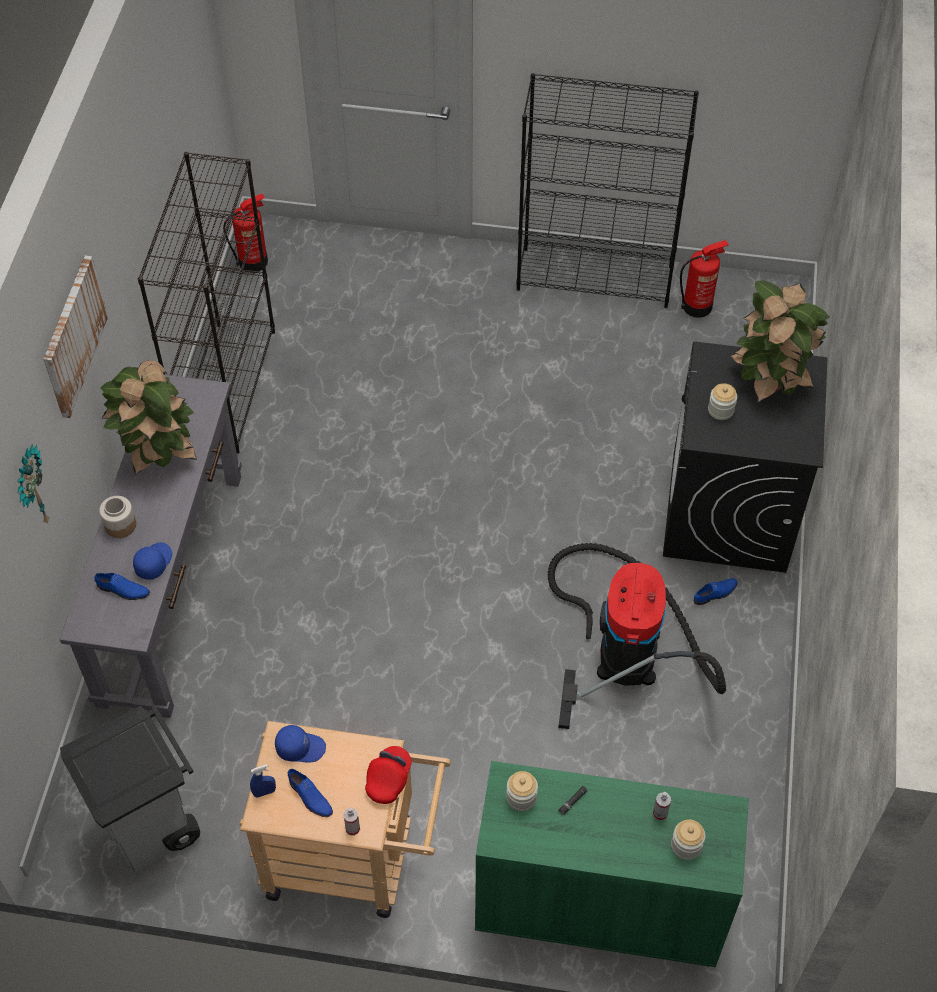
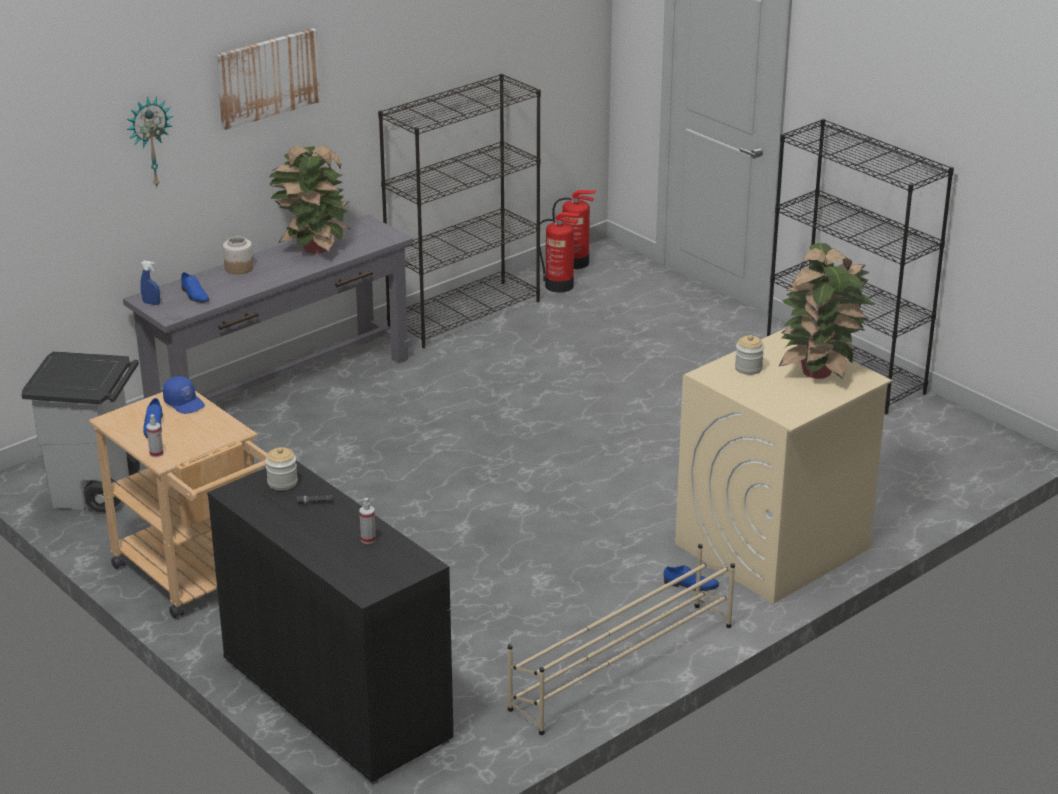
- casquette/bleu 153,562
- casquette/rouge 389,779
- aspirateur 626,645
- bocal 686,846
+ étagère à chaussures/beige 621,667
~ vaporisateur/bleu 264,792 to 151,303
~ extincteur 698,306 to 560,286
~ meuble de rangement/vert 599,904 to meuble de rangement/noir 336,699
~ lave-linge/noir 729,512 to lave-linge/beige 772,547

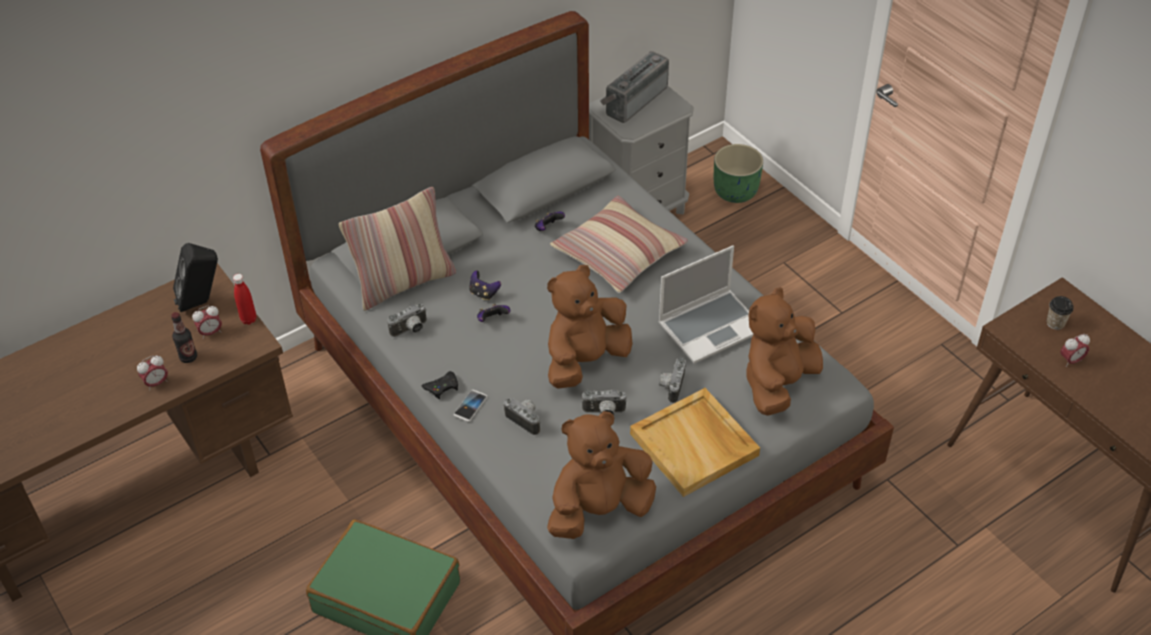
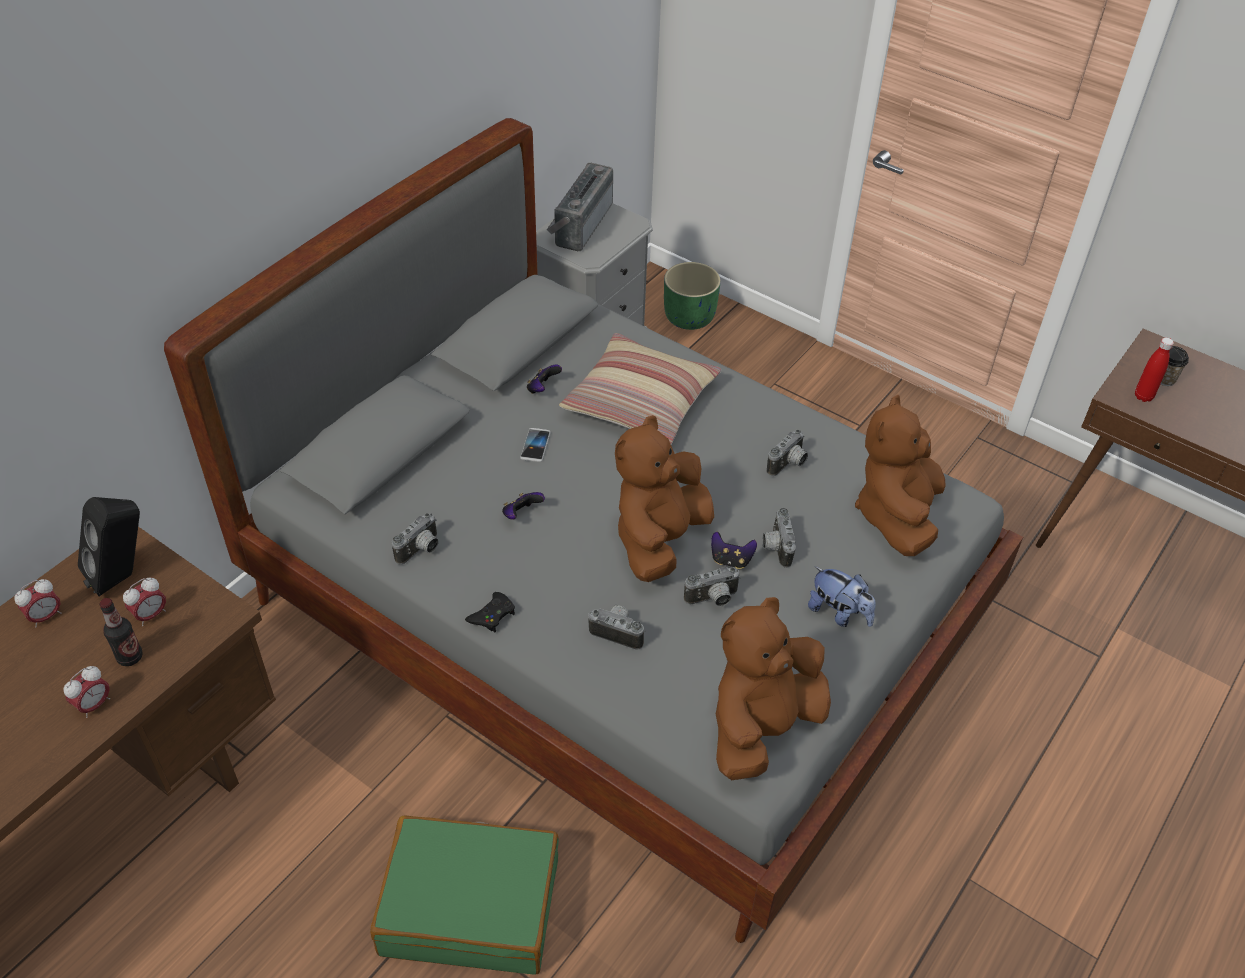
- coussin 403,282
~ bouteille/rouge 248,319 to 1143,396
~ téléphone 470,406 to 535,446
~ manette 484,293 to 731,560
~ réveil 1071,361 to 46,617
~ plateau/beige 695,445 to peluche 839,613
~ ordinateur portable 711,326 to appareil photo 789,464

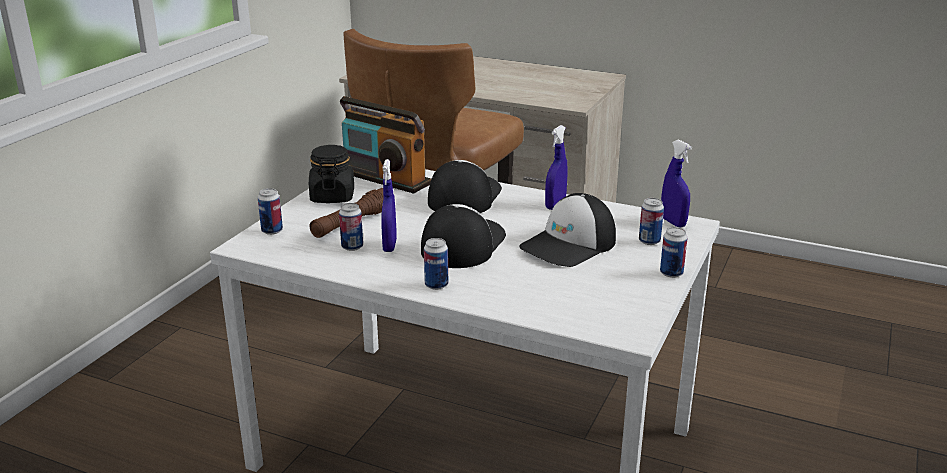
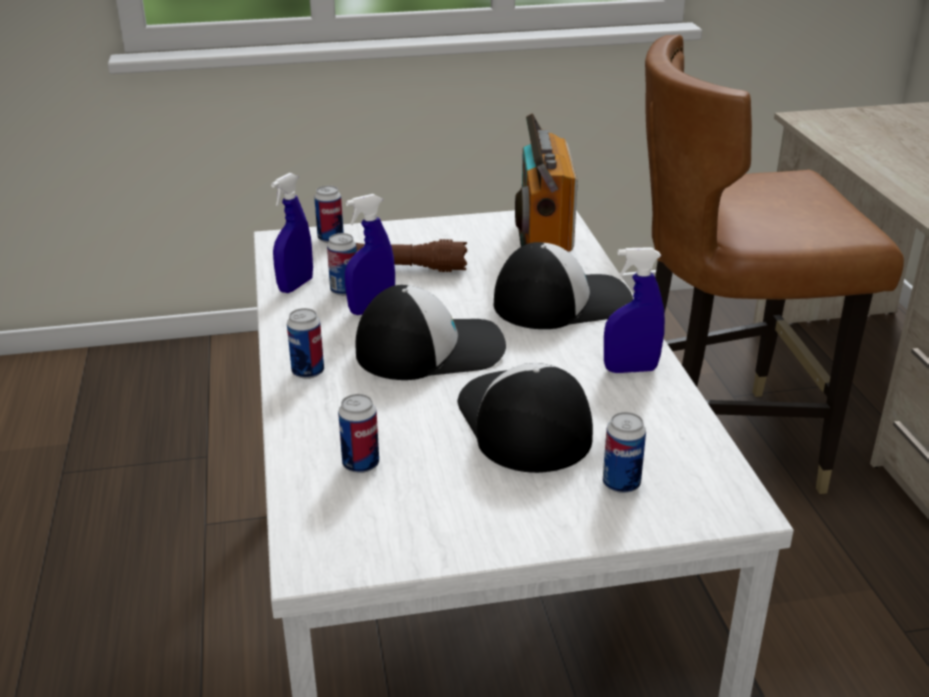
- bocal/noir 332,197
~ boîte métallique 671,273 to 361,464
~ vaporisateur/bleu 673,222 to 296,285
~ casquette 569,245 = 522,422 60 degrees clockwise

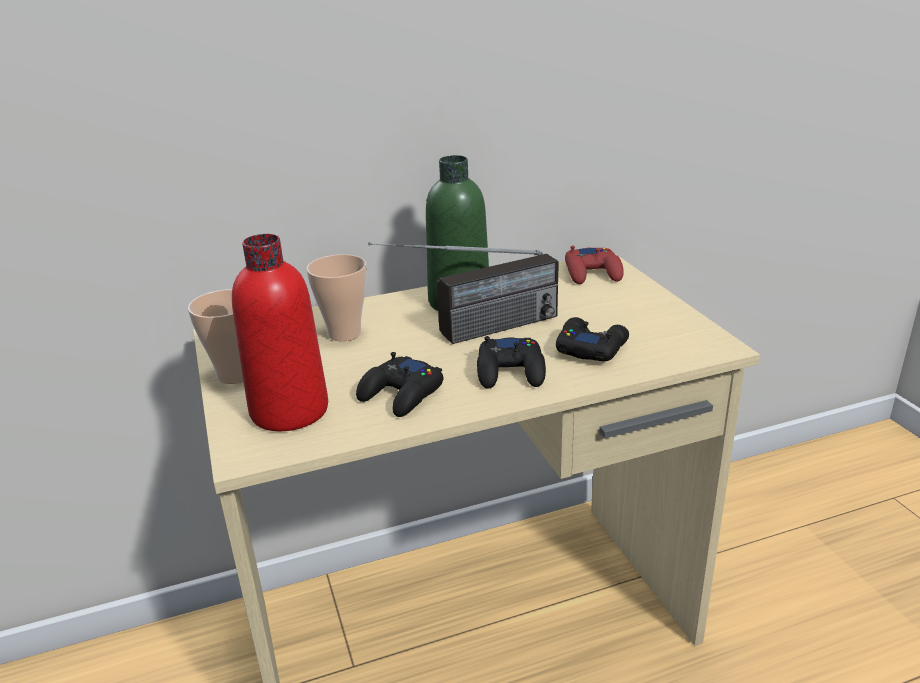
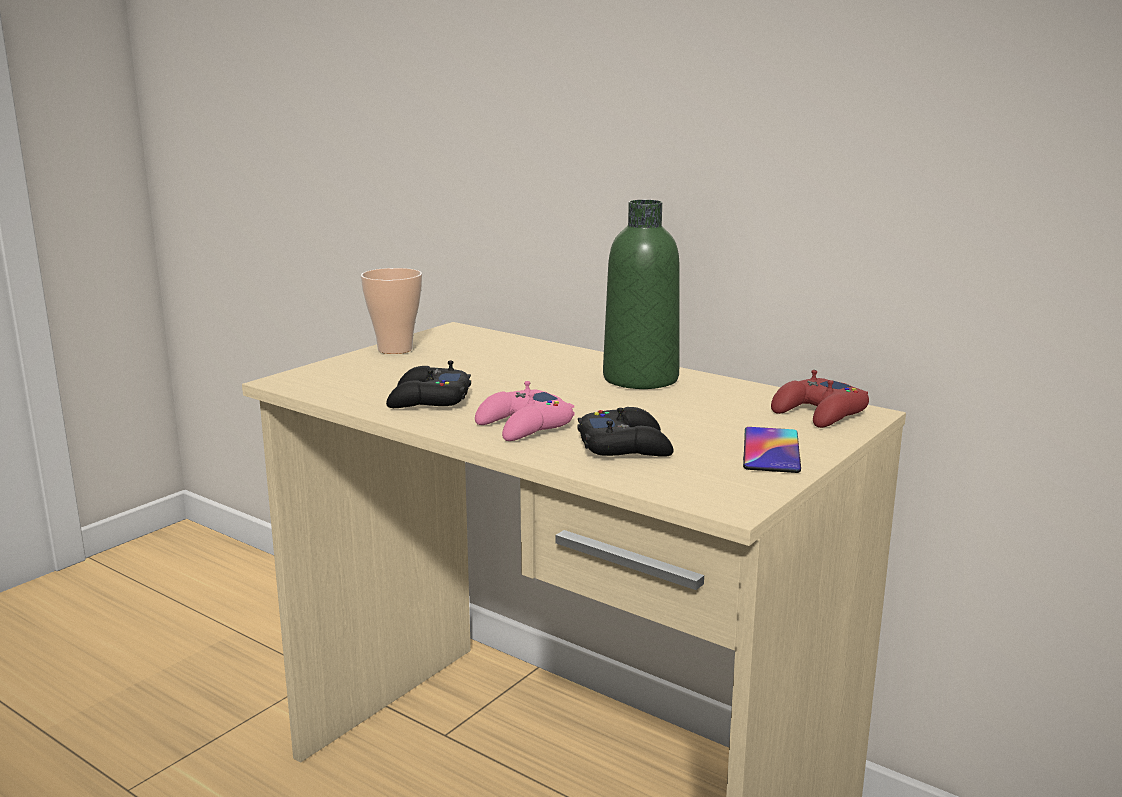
- bouteille/rouge 289,411
- tasse 344,333
- radio 471,333
+ téléphone 771,451
~ manette/noir 511,371 to manette/rose 524,426

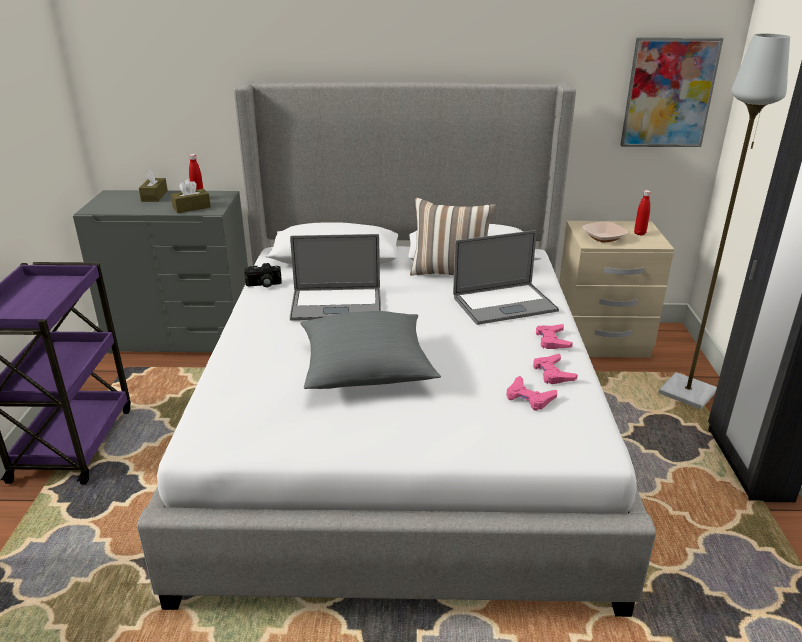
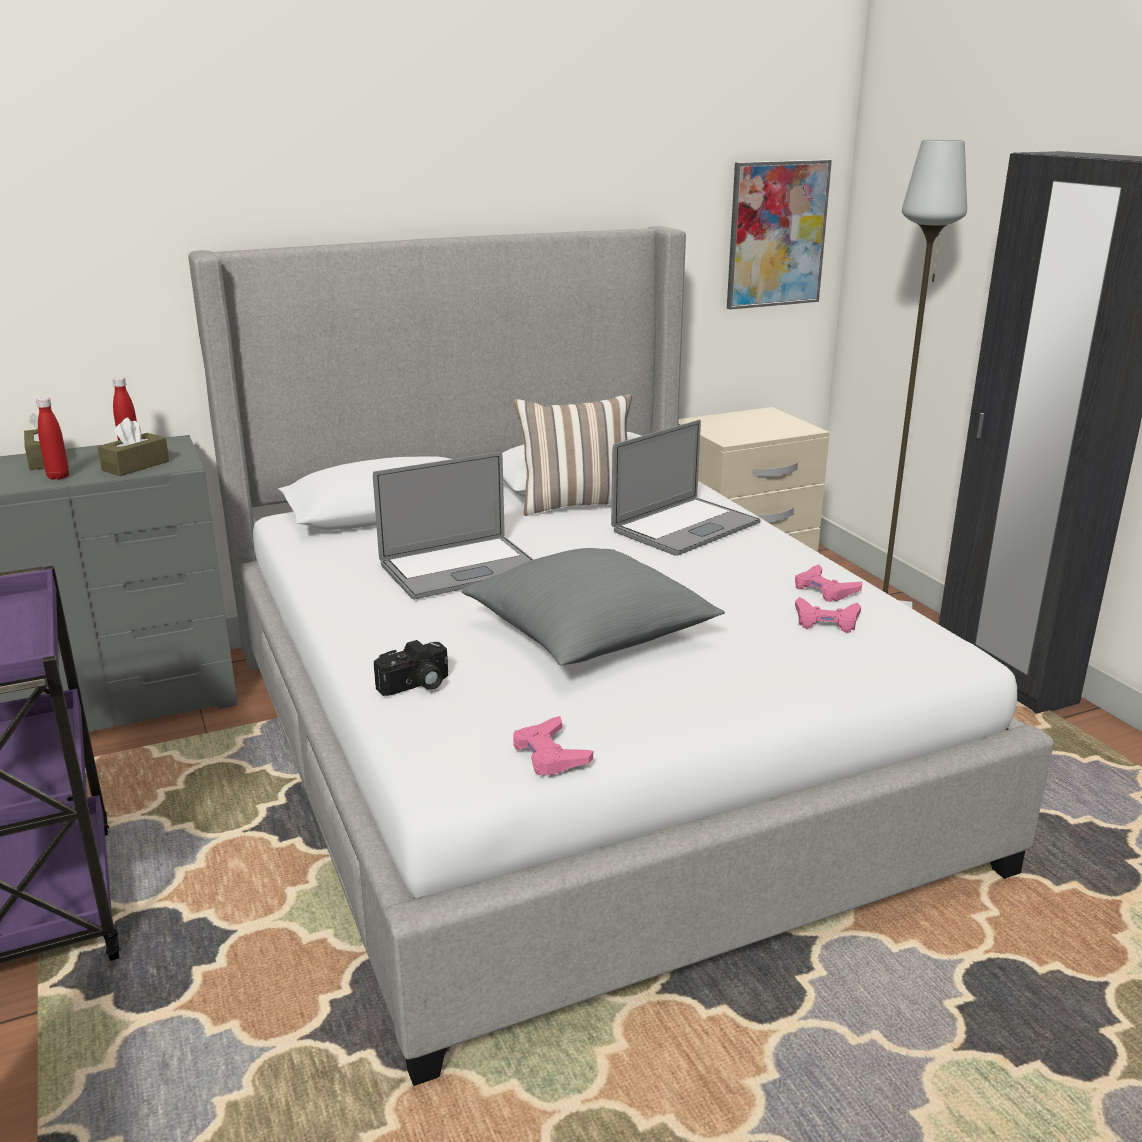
- bol 603,238
~ appareil photo 263,284 to 416,686
~ manette/rose 552,340 to 550,754
~ bouteille/rouge 639,233 to 58,477

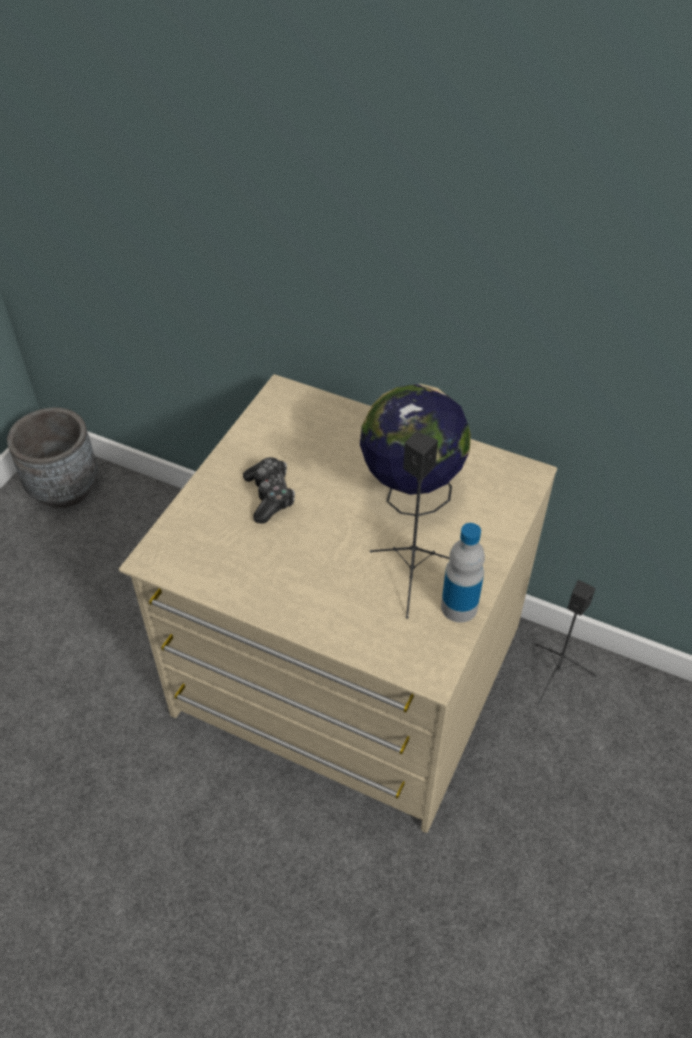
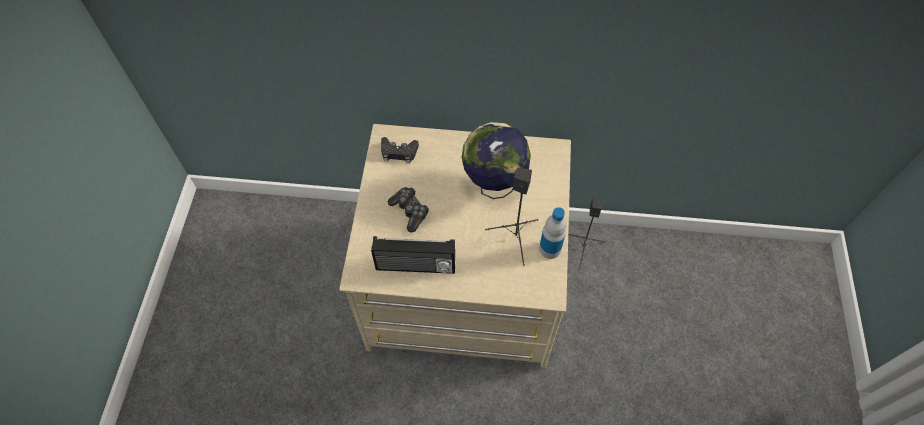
- cache-pot/gris 65,488
+ radio 415,266
+ manette/noir 399,152

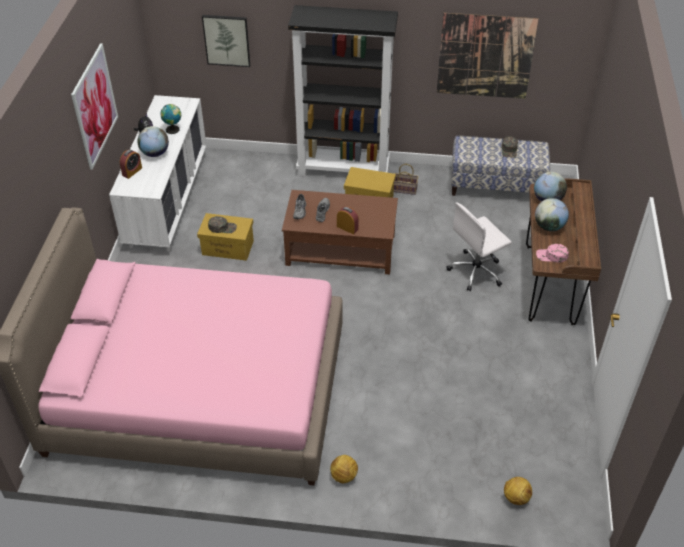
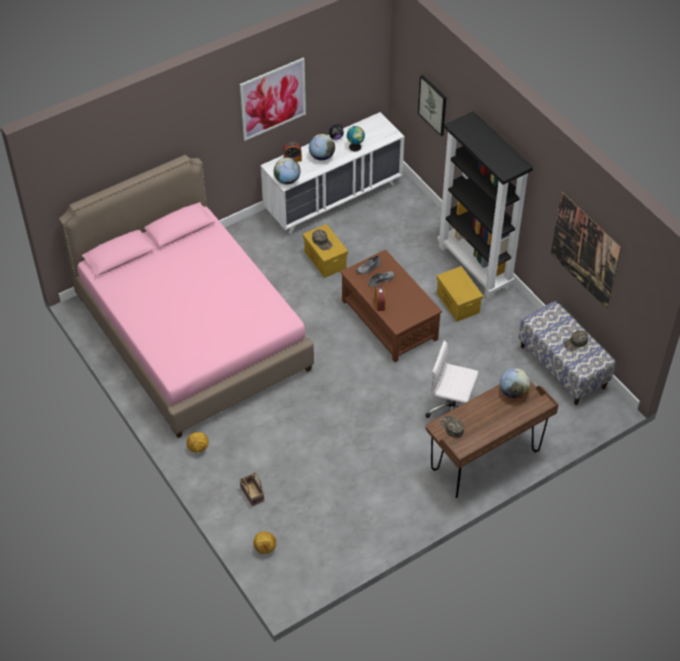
~ panier 405,189 to 253,494
~ globe 549,227 to 287,180
~ casquette/rose 551,256 to casquette/vert 451,427

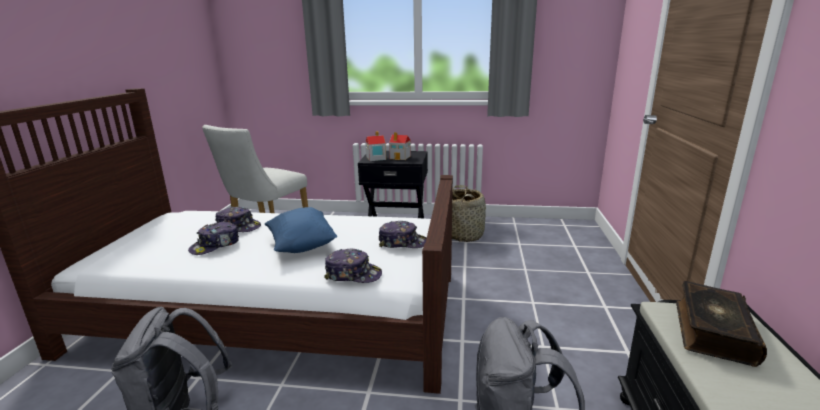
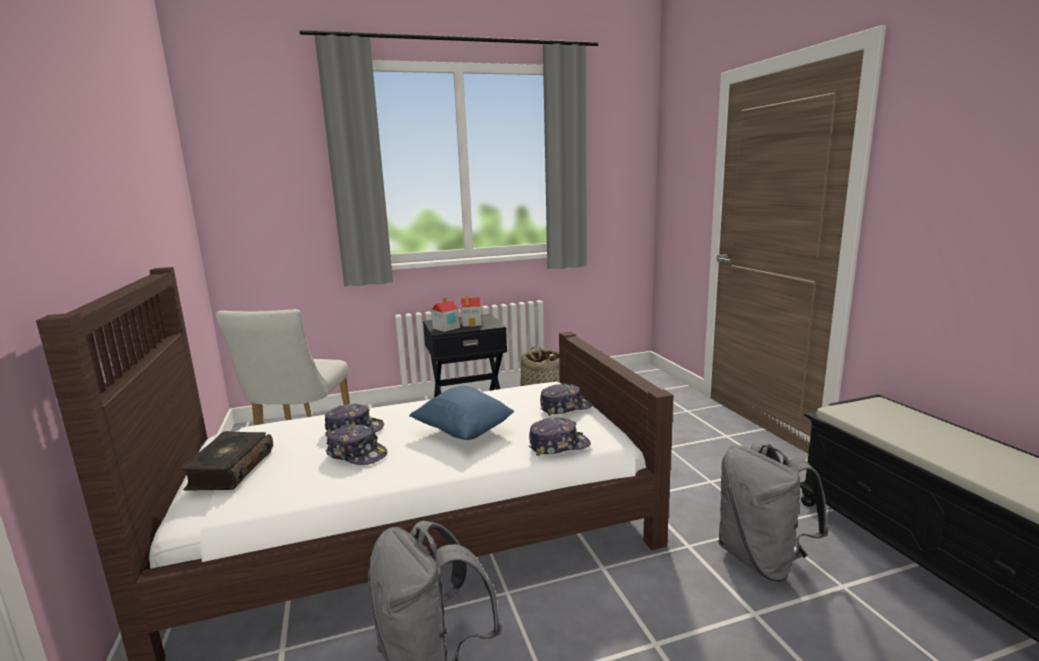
~ livre 712,331 to 230,470
~ casquette 216,246 = 357,454 75 degrees counterclockwise

